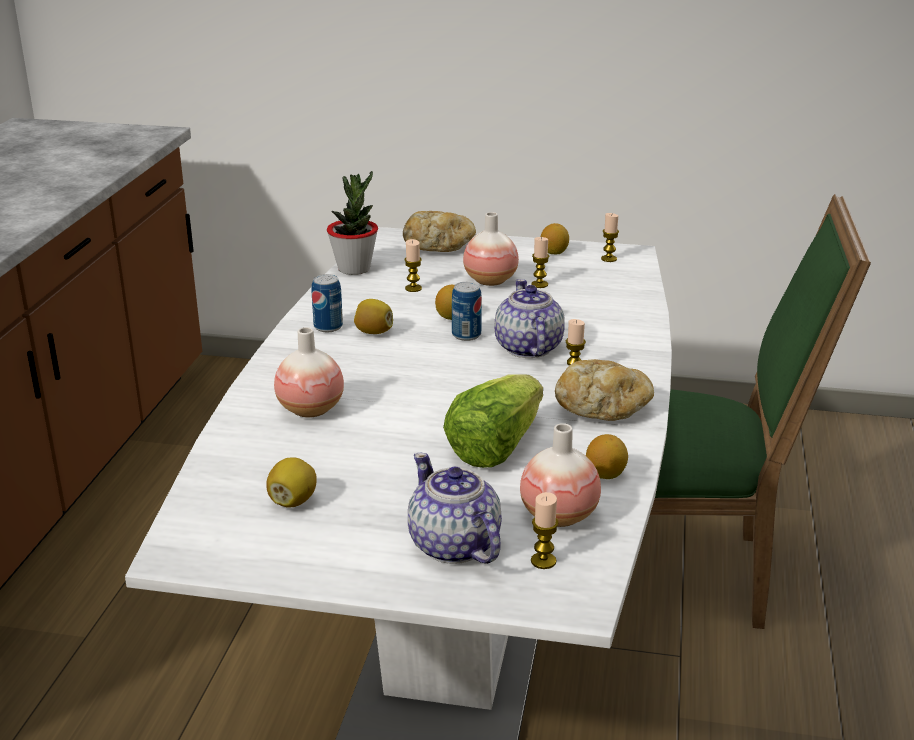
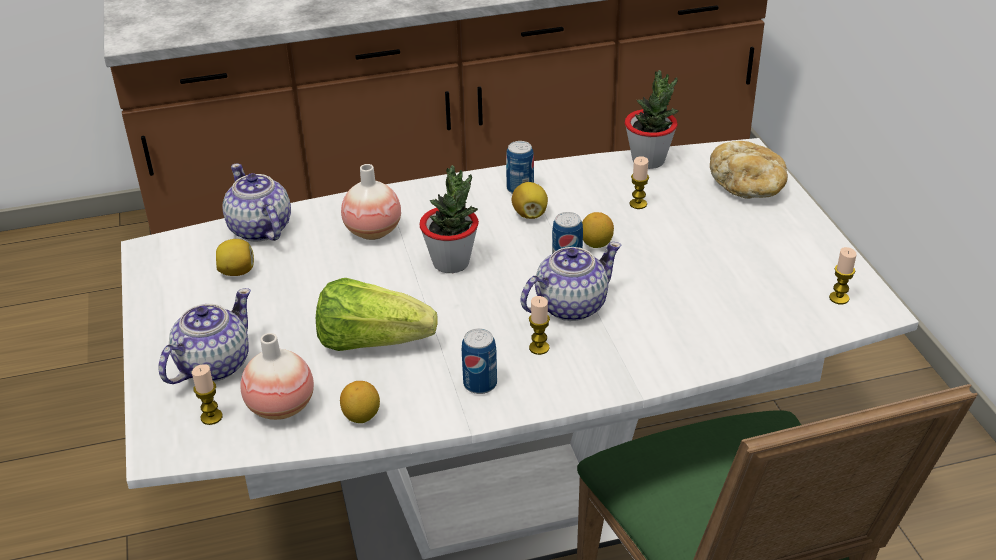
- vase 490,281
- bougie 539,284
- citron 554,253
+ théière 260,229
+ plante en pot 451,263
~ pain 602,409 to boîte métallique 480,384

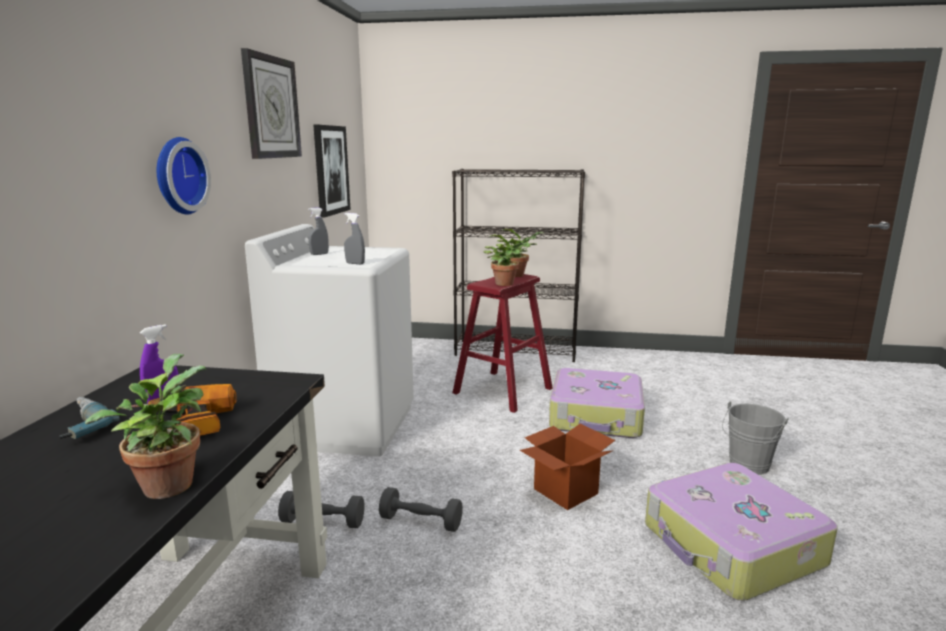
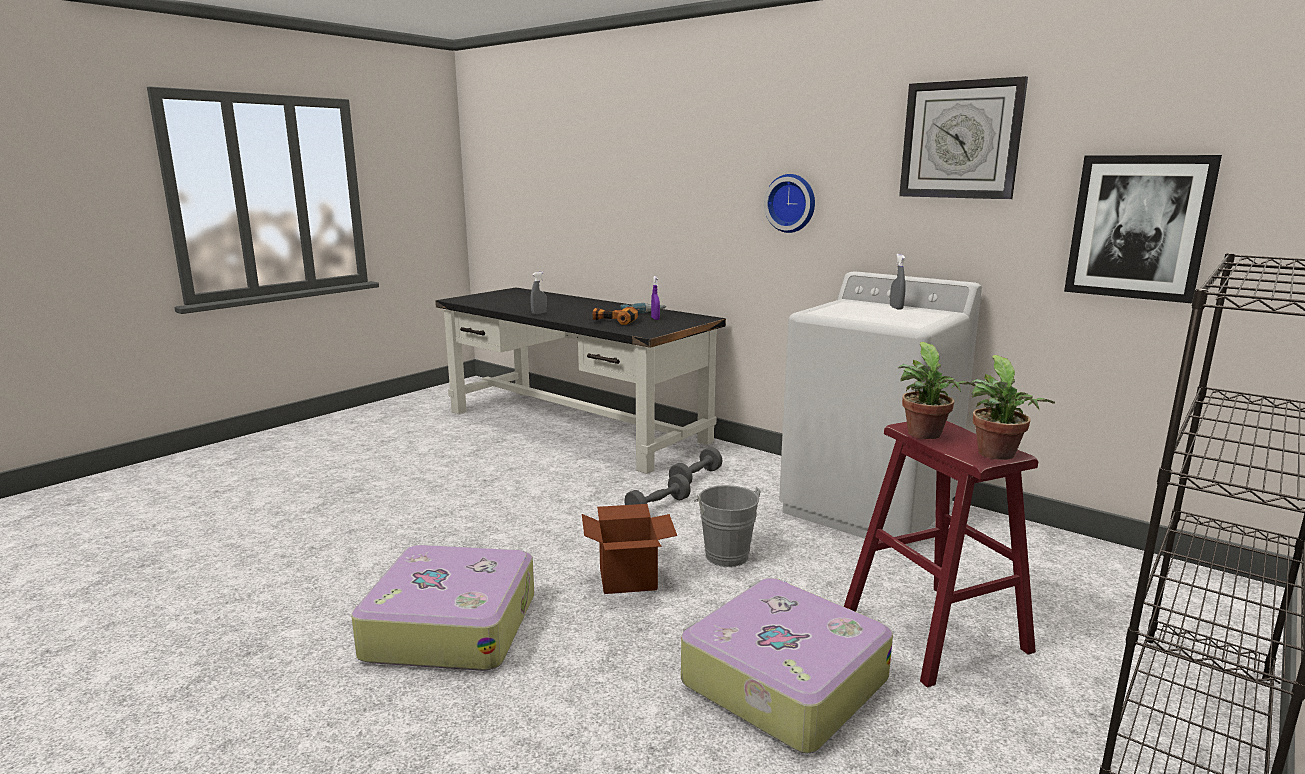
- plante en pot 167,483
~ vaporisateur/gris 355,263 to 539,313
~ seau/gris 747,466 to 725,553

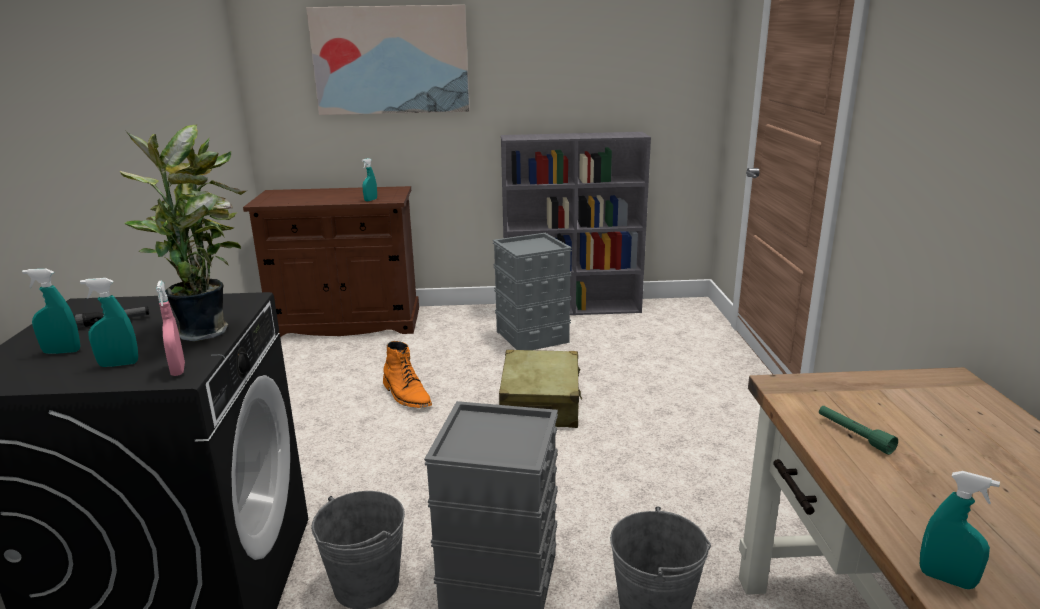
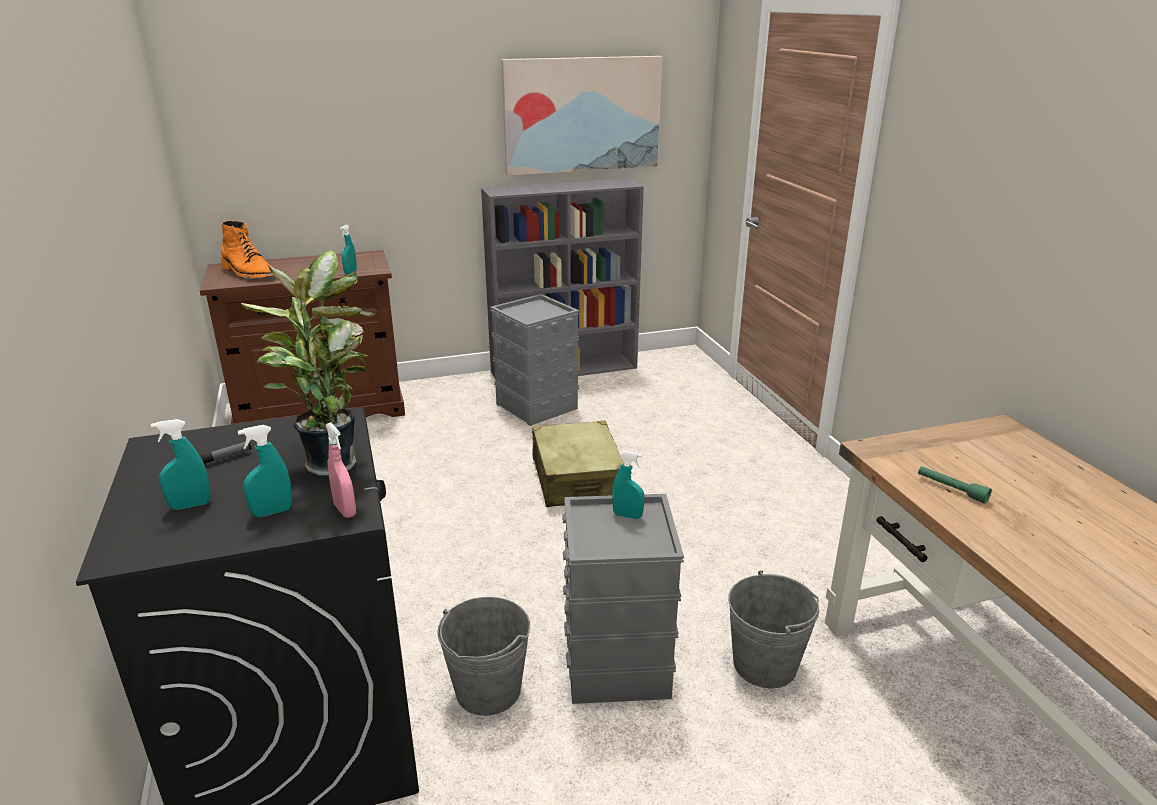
~ tableau 391,60 to 582,115
~ botte/orange 406,395 to 249,273
~ vaporisateur/turquoise 946,579 to 627,516

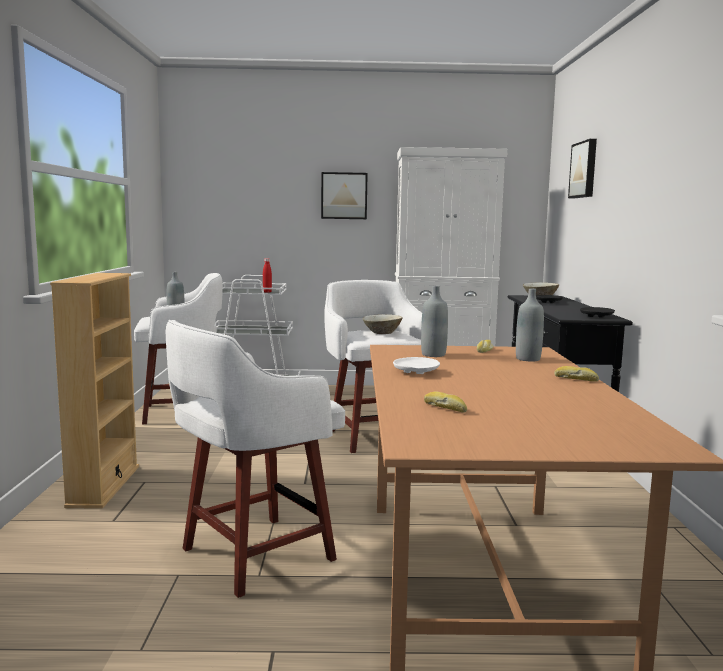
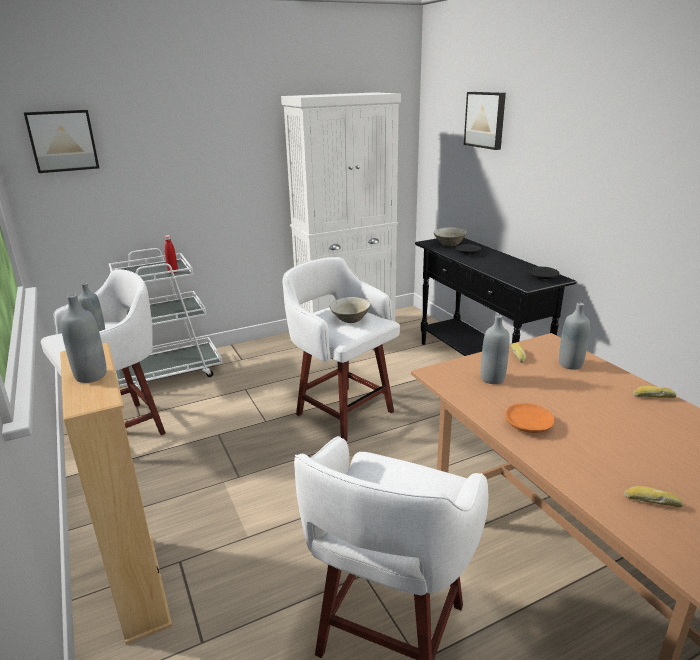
+ bouteille/gris 91,376
~ tableau 344,196 to 62,141
~ assiette/blanc 415,372 to assiette/orange 528,425

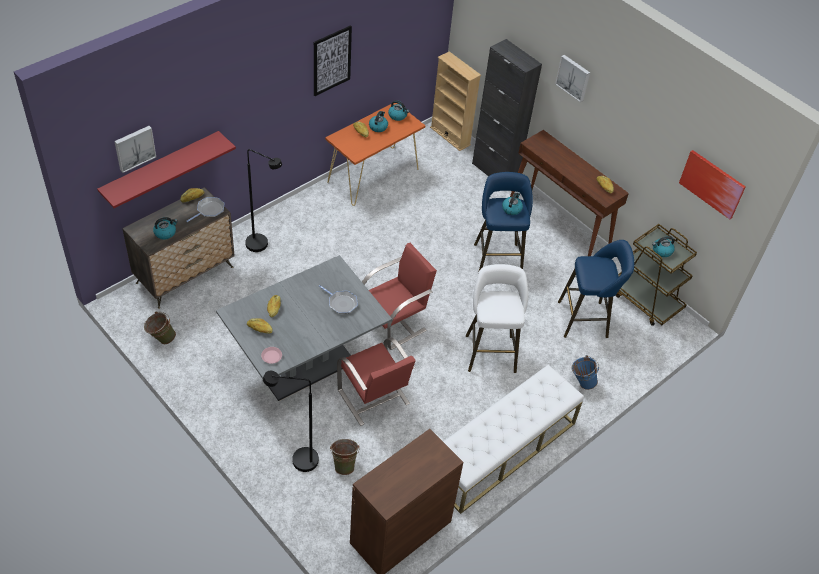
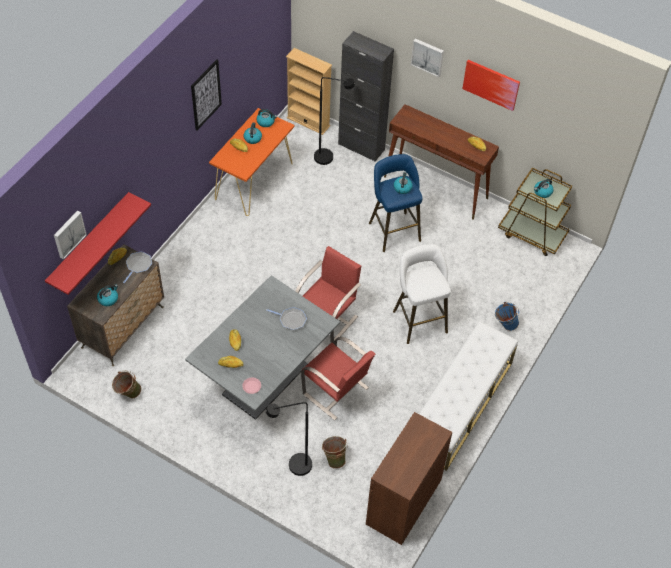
- tabouret/bleu 586,319
~ lampadaire/noir 262,246 to 329,158
~ tableau 712,184 to 491,84

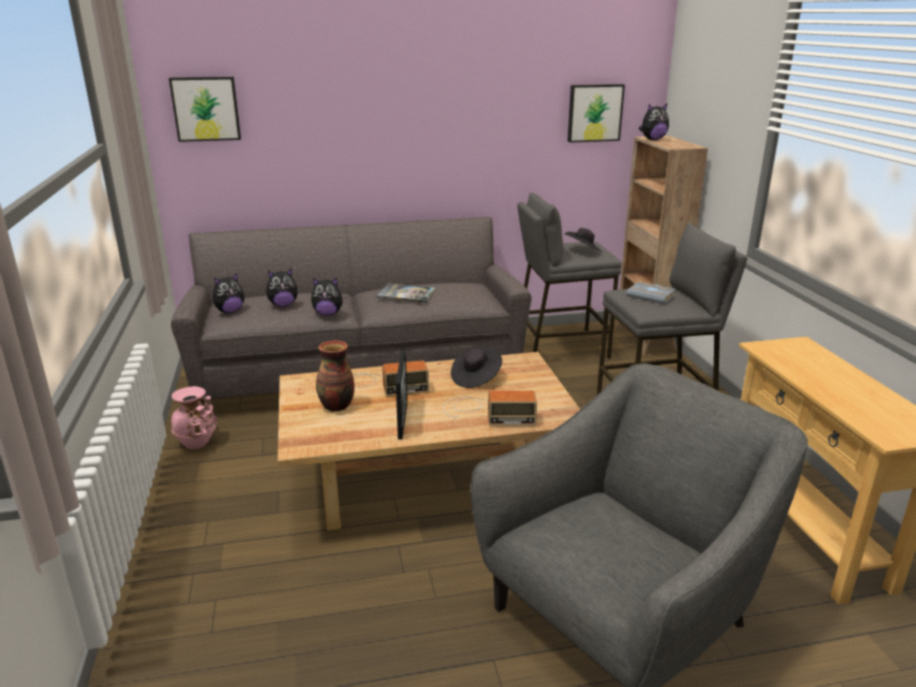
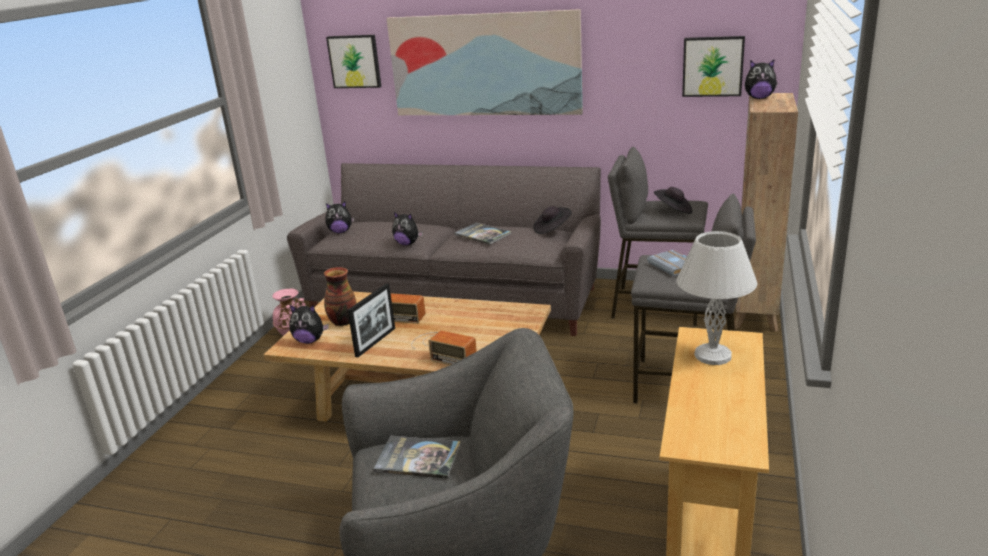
+ livre 418,458
+ tableau 484,65
+ lampe de table/blanc 711,355
~ peluche 283,305 to 310,341
~ chapeau/noir 476,378 to 552,229

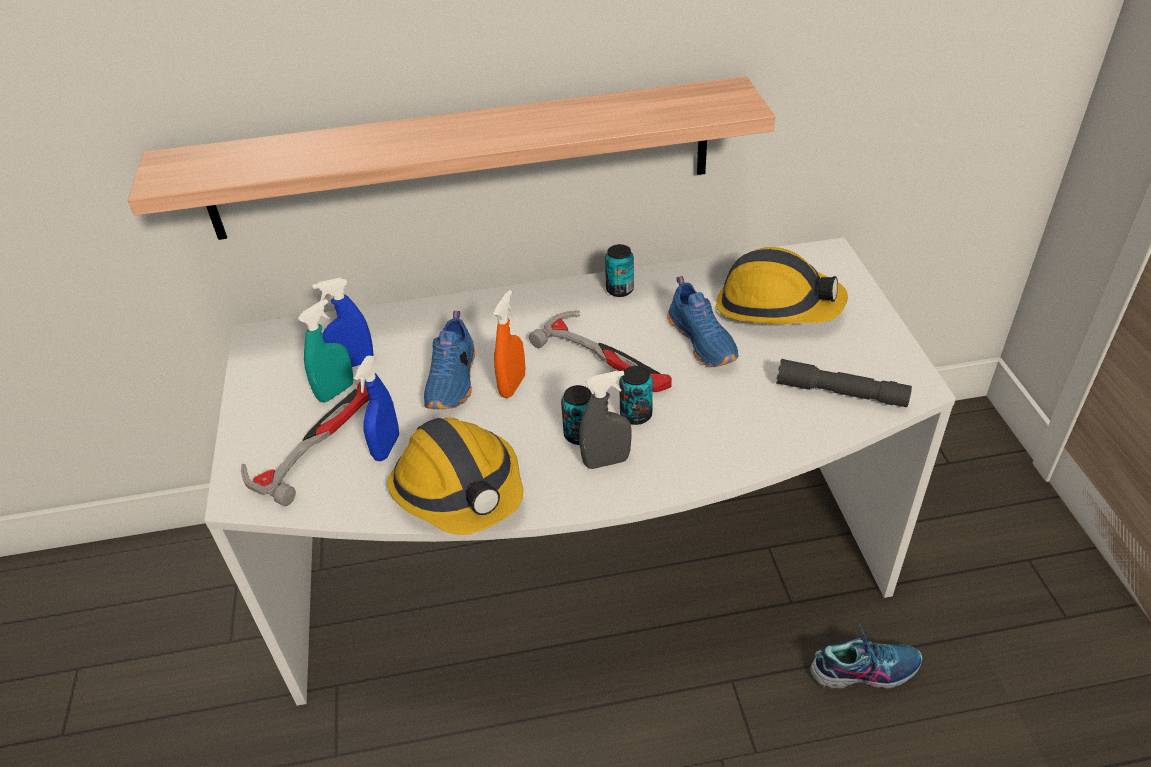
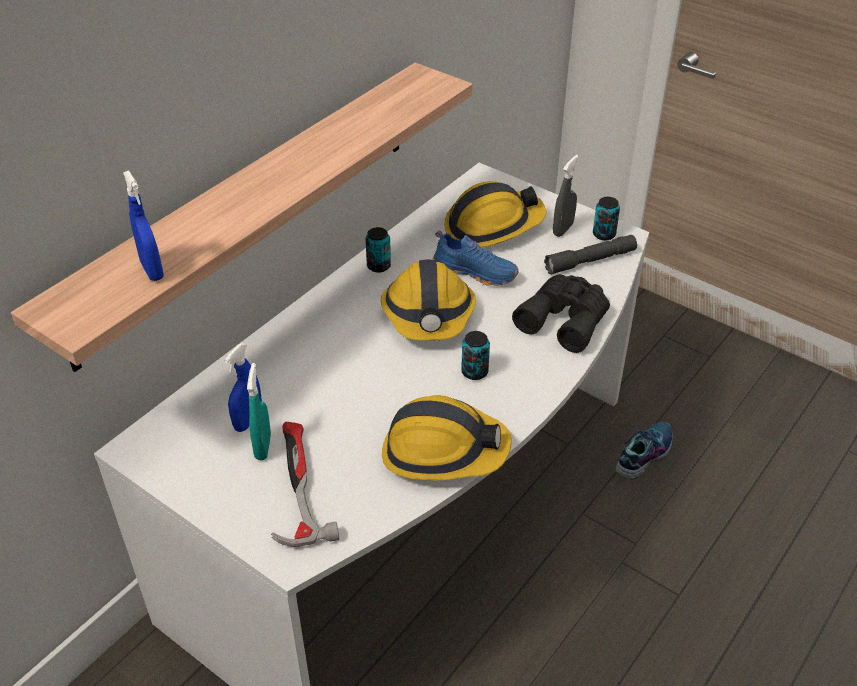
- chaussure/bleu 454,381
- vaporisateur/orange 512,386
+ jumelles/noir 565,320
~ vaporisateur/bleu 386,447 to 152,270
~ vaporisateur/gris 606,461 to 563,229
~ boîte métallique 636,415 to 604,234
~ marteau 607,358 to casque de chantier 429,315

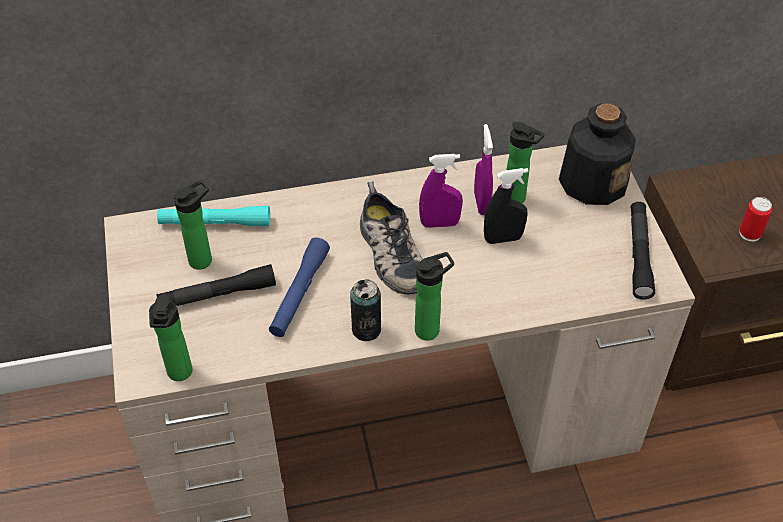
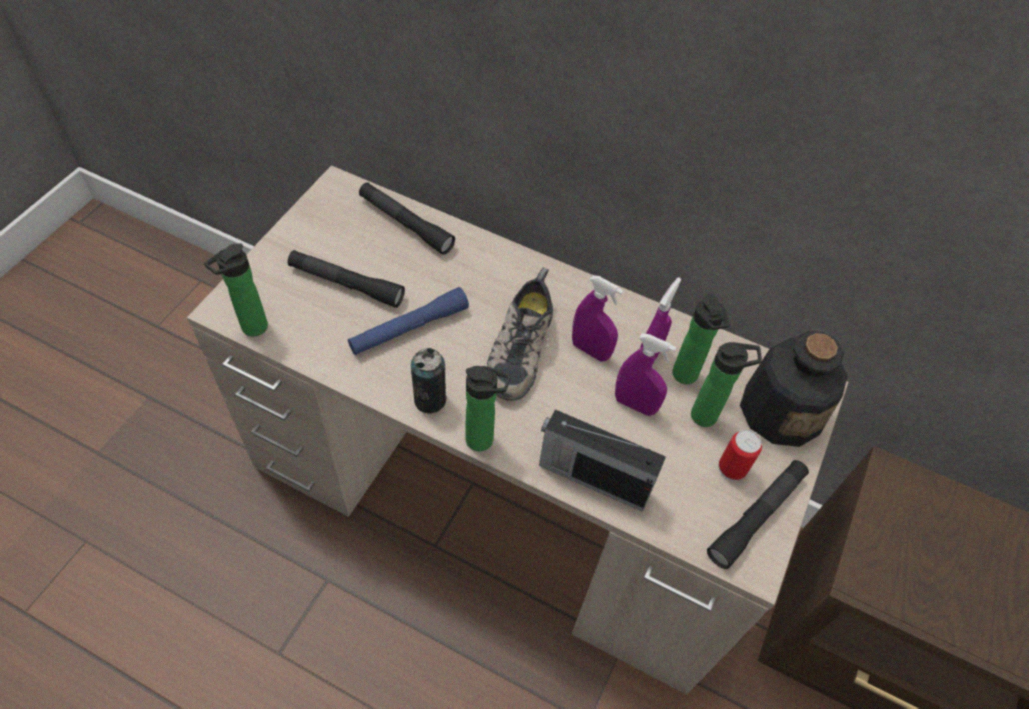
+ radio 592,477
~ bouteille 204,259 to 708,416
~ boîte métallique 750,233 to 732,468
~ lampe de poche/turquoise 215,223 to lampe de poche/noir 405,224
~ vaporisateur/noir 503,238 to vaporisateur/violet 635,404

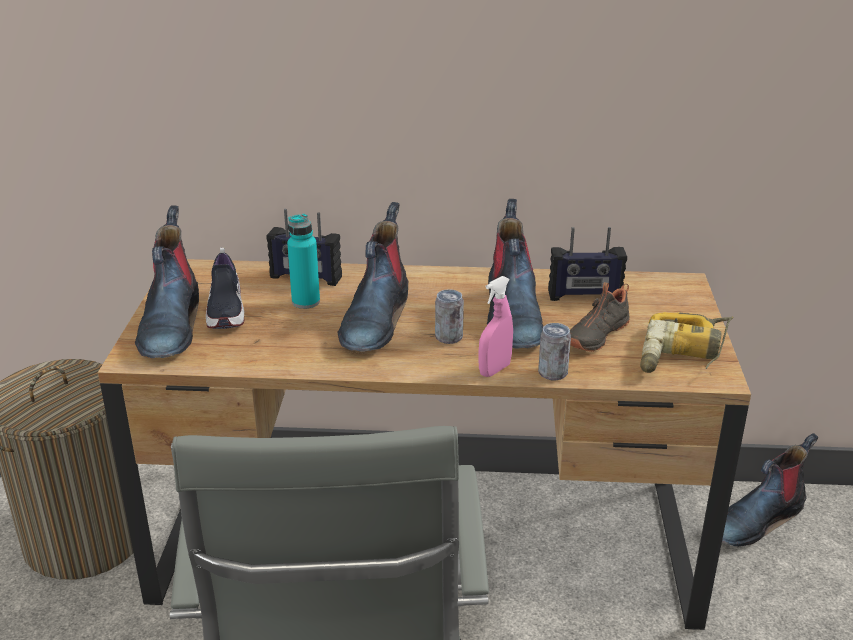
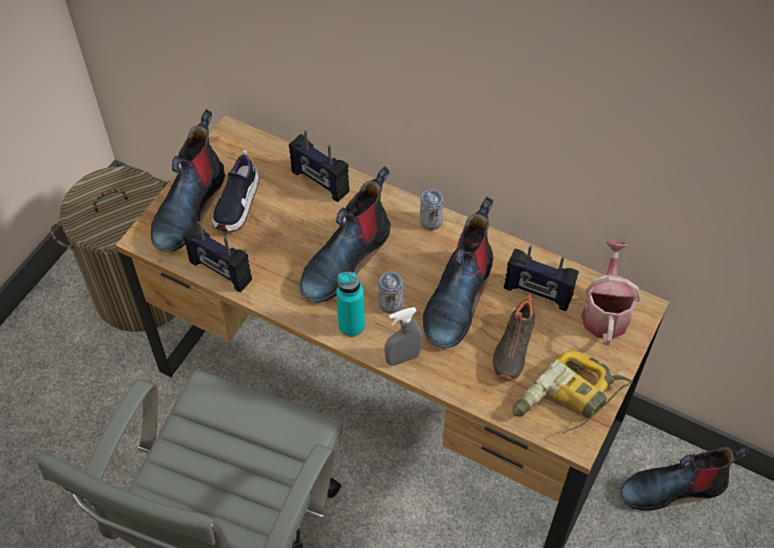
+ radio 220,271
+ arrosoir 605,312
~ bouteille/turquoise 306,302 to 351,326
~ boîte métallique 552,373 to 430,222
~ vaporisateur/rose 494,370 to vaporisateur/gris 402,358
~ chaussure/noir 595,334 = 512,347 45 degrees counterclockwise

